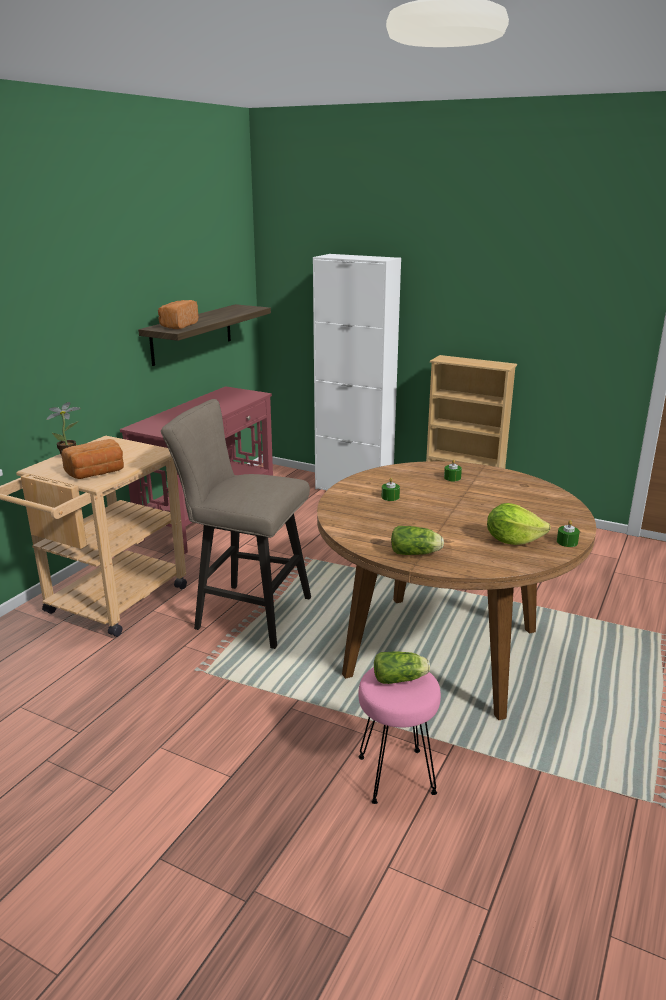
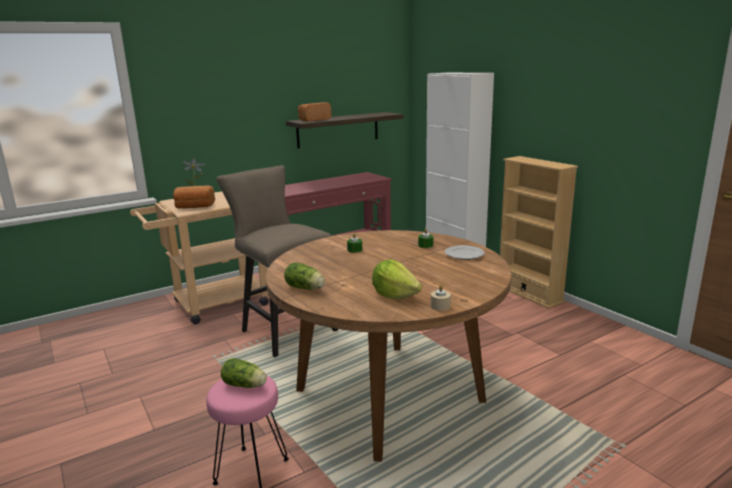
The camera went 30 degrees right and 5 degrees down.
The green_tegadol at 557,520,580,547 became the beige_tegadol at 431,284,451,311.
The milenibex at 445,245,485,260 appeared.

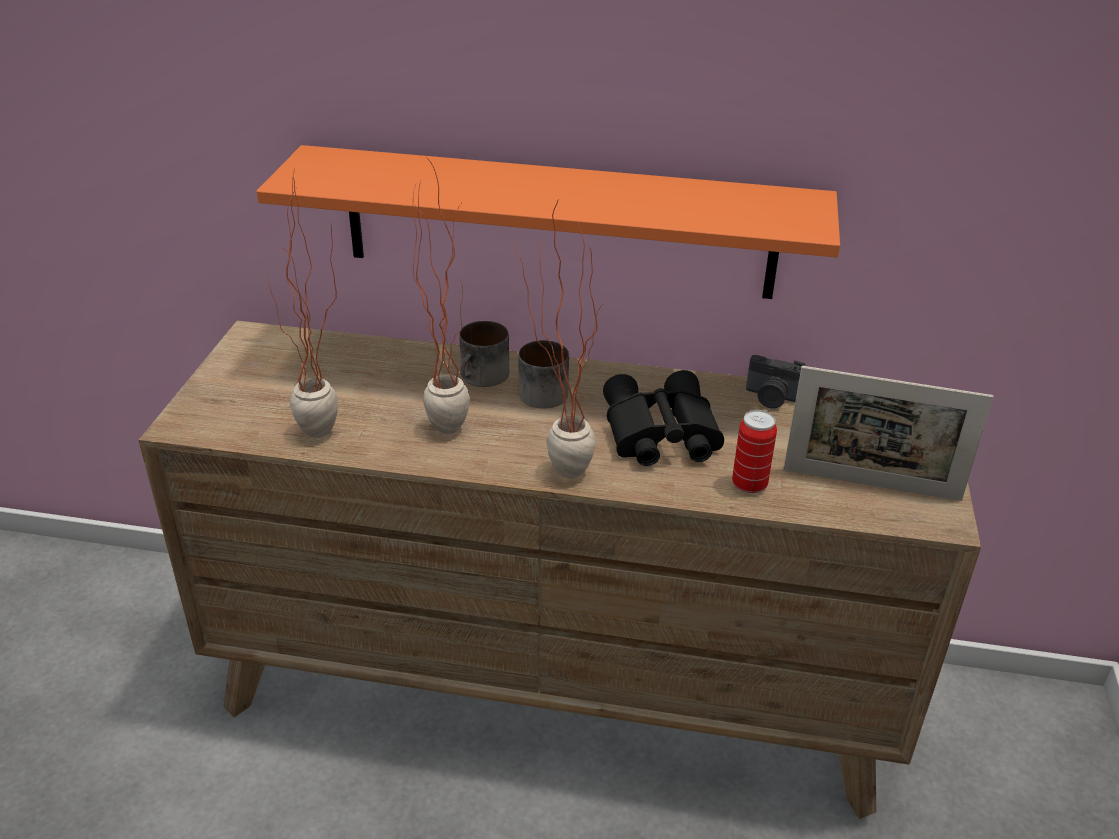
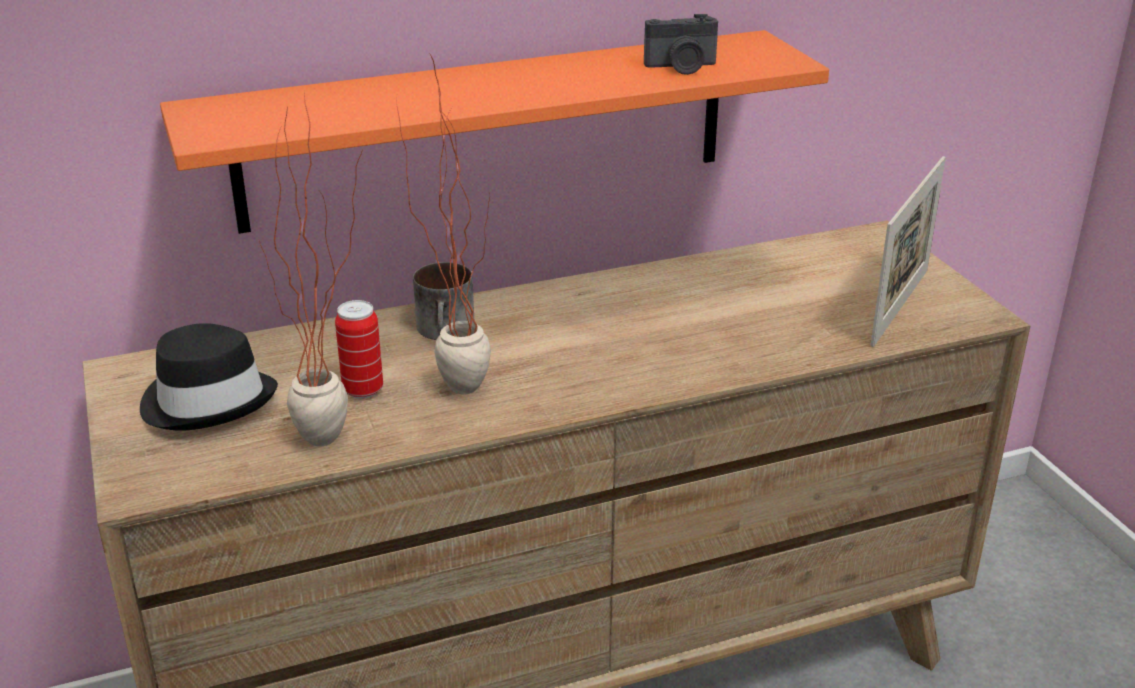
The camera went 30 degrees left and 5 degrees down.
The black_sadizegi at 140,323,278,431 appeared.
The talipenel moved from 732,410,777,494 to 335,300,383,399.
The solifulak moved from 746,355,806,409 to 644,14,718,75.
The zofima at 783,366,994,501 turned 45 degrees counterclockwise.
The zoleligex at 514,198,602,479 disappeared.
The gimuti at 518,340,569,409 disappeared.
The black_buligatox at 603,370,724,466 disappeared.

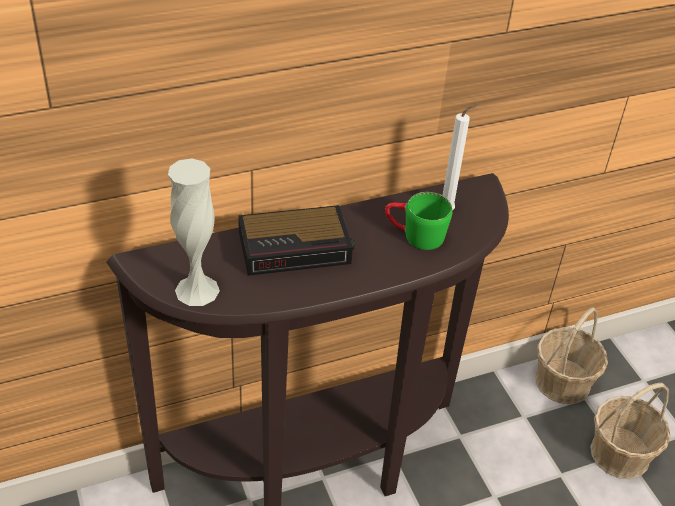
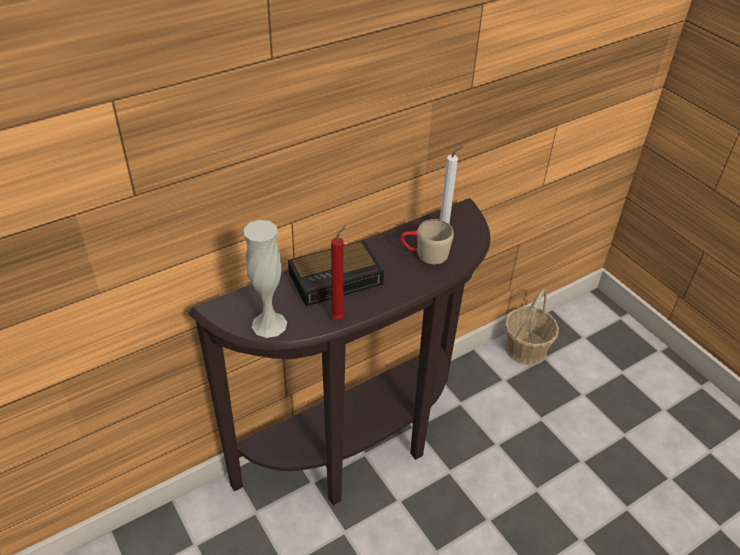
The camera went 10 degrees left and 0 degrees up.
The red_tegadol at 331,225,346,319 appeared.
The green_gimuti at 385,192,452,250 became the beige_gimuti at 400,219,454,265.
The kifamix at 590,383,671,479 disappeared.

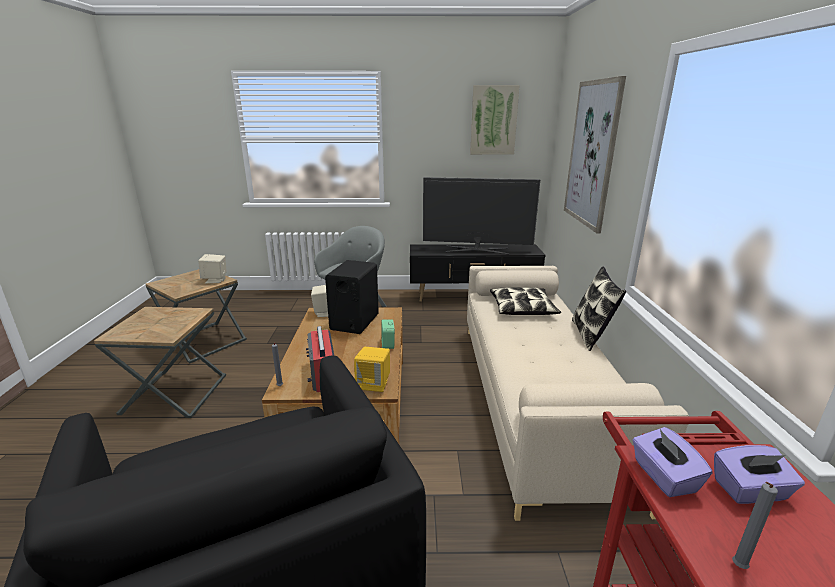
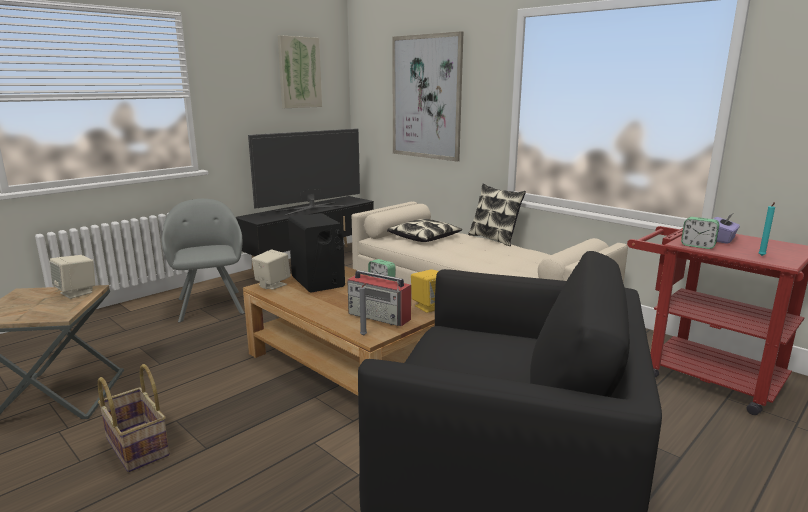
The camera went 45 degrees left and 5 degrees down.
The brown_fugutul at 94,307,226,418 was replaced by the kifamix at 98,364,170,472.
The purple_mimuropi at 632,427,712,497 was replaced by the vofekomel at 681,217,720,249.
The grey_tegadol at 732,482,778,569 became the turquoise_tegadol at 758,202,775,256.

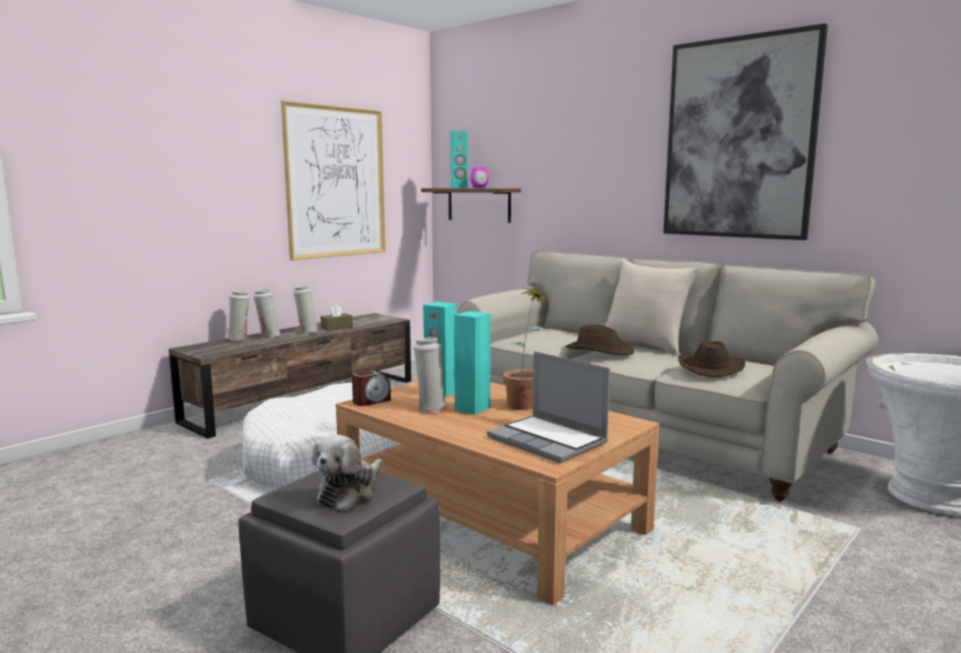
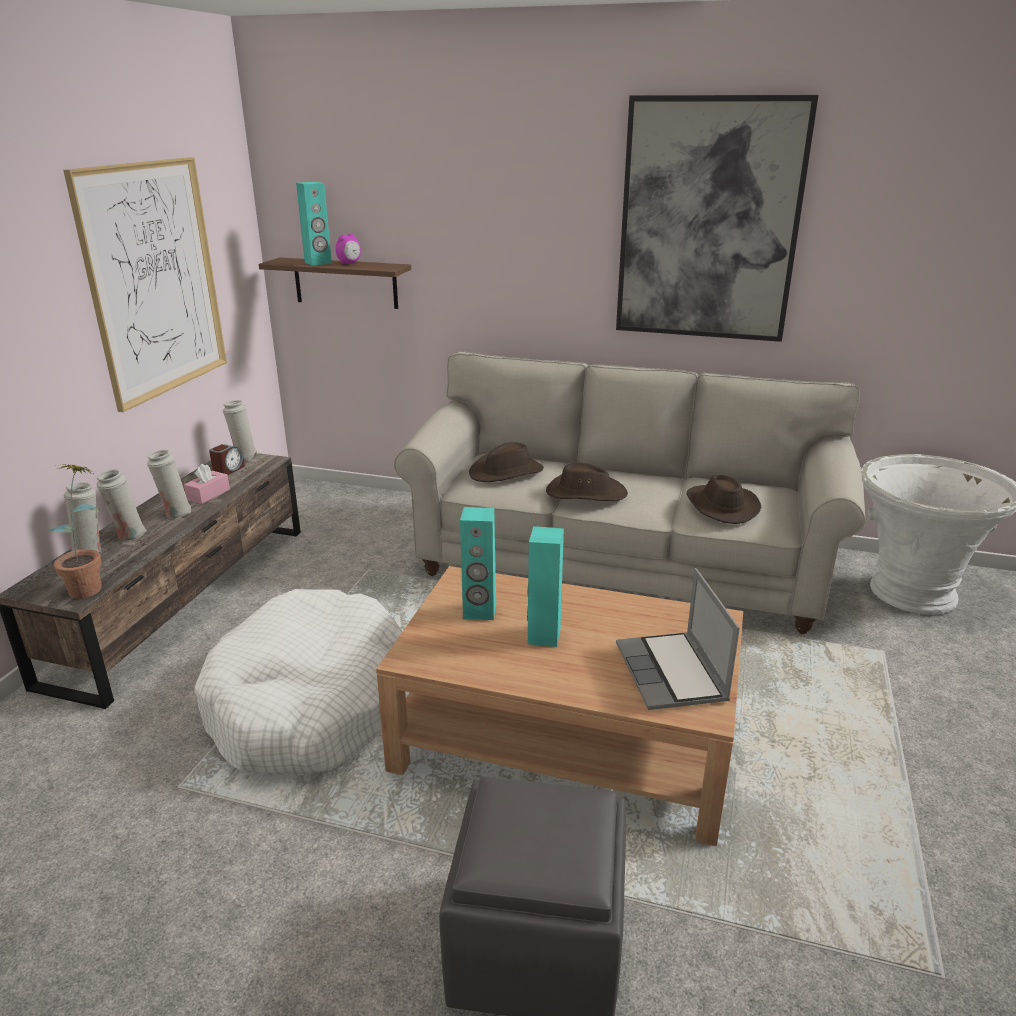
The camera went 25 degrees left and 15 degrees up.
The zoleligex moved from 503,287,551,410 to 48,464,102,599.
The brown_mimuropi at 321,304,353,331 became the pink_mimuropi at 184,464,230,504.
The vofekomel moved from 352,370,391,406 to 209,444,245,475.
The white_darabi moved from 413,337,447,413 to 223,400,257,460.
The brown_sadizegi at 469,442,544,482 appeared.
The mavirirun at 487,351,610,463 turned 60 degrees clockwise.
The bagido at 312,435,383,511 disappeared.
The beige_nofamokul at 605,259,700,356 disappeared.

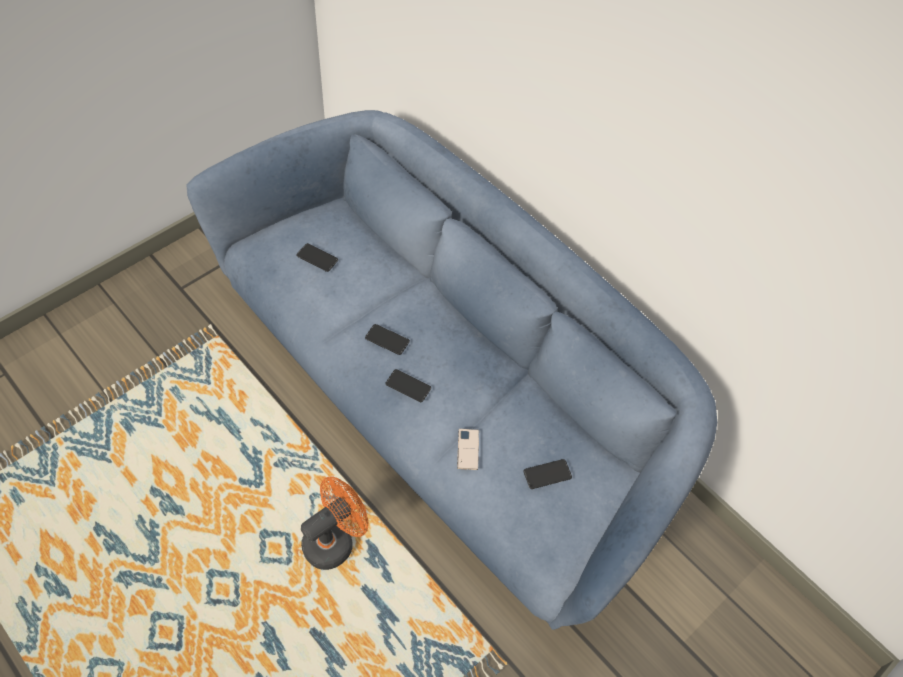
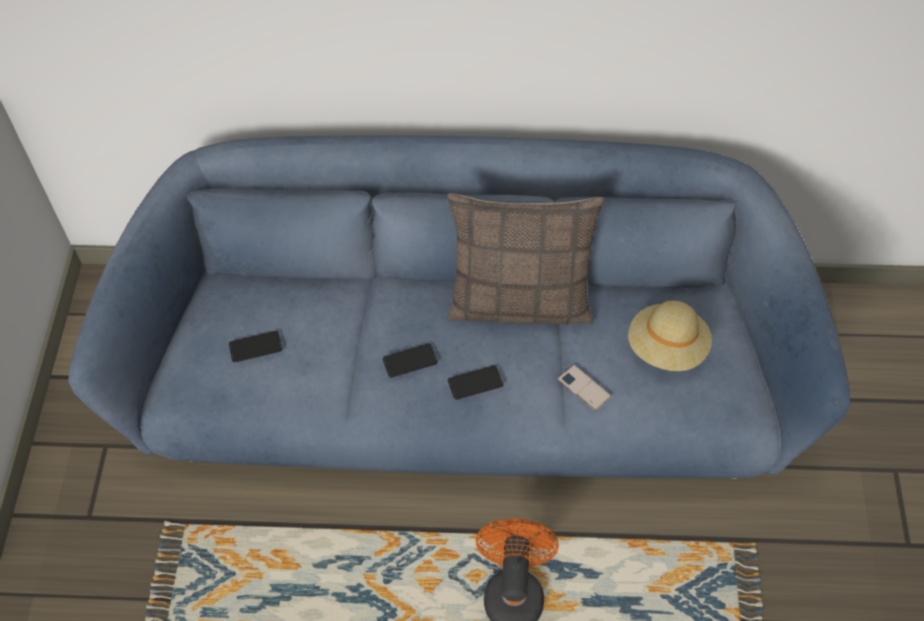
The camera went 40 degrees left and 0 degrees up.
The nofamokul at 447,193,604,325 appeared.
The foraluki at 523,459,572,489 was replaced by the beige_sadizegi at 628,301,712,371.

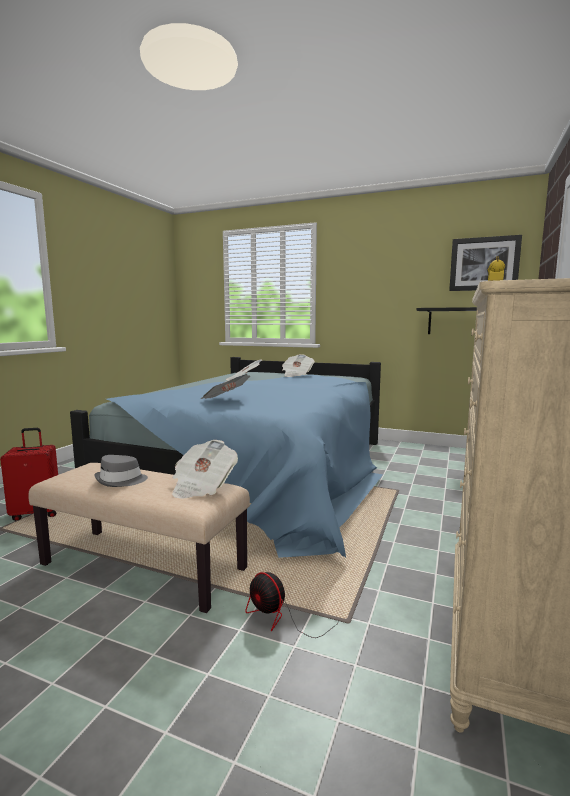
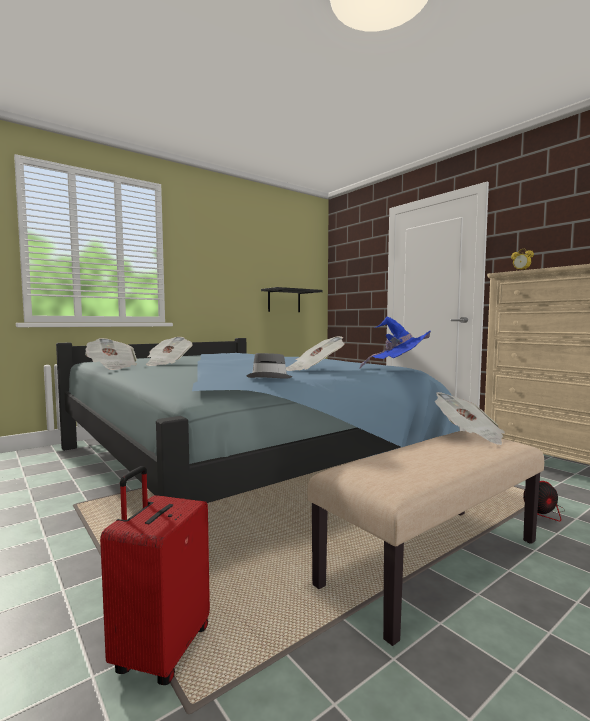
The camera went 60 degrees left and 5 degrees down.
The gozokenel moved from 282,354,315,377 to 85,338,137,370.
The grey_sadizegi moved from 94,455,148,487 to 247,353,292,379.
The blue_sadizegi at 359,316,431,369 appeared.
The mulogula at 449,235,522,291 disappeared.

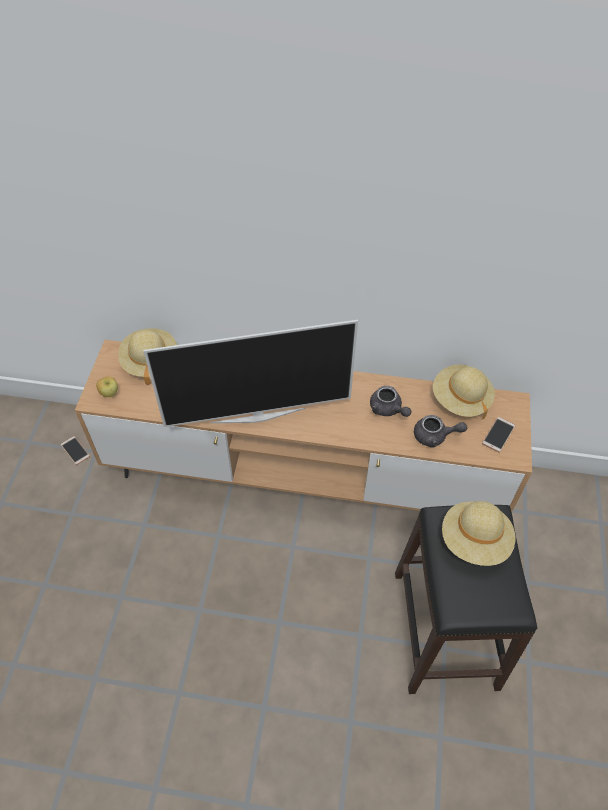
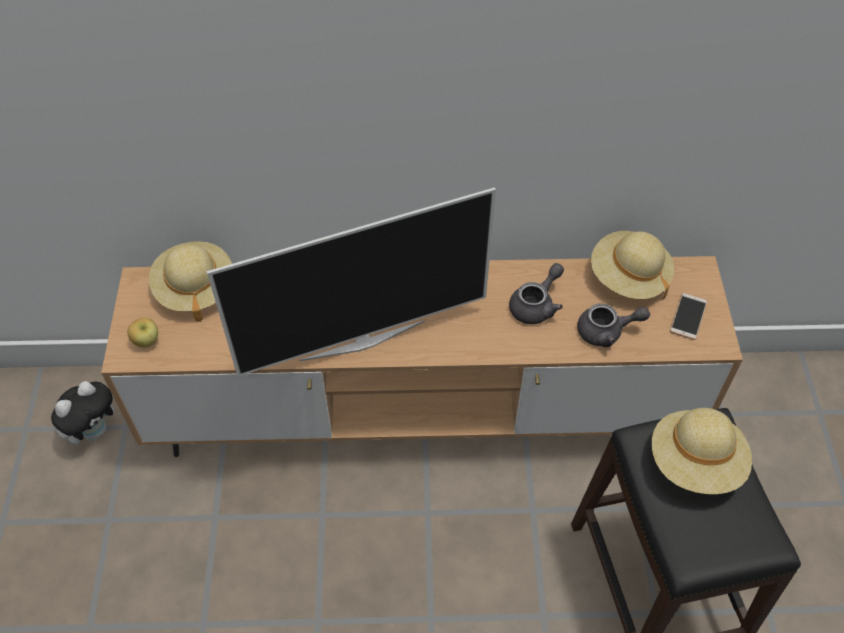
The camera went 10 degrees left and 0 degrees up.
The foraluki at 61,436,90,465 was replaced by the bagido at 51,381,114,445.
The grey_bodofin at 370,386,412,417 turned 90 degrees counterclockwise.

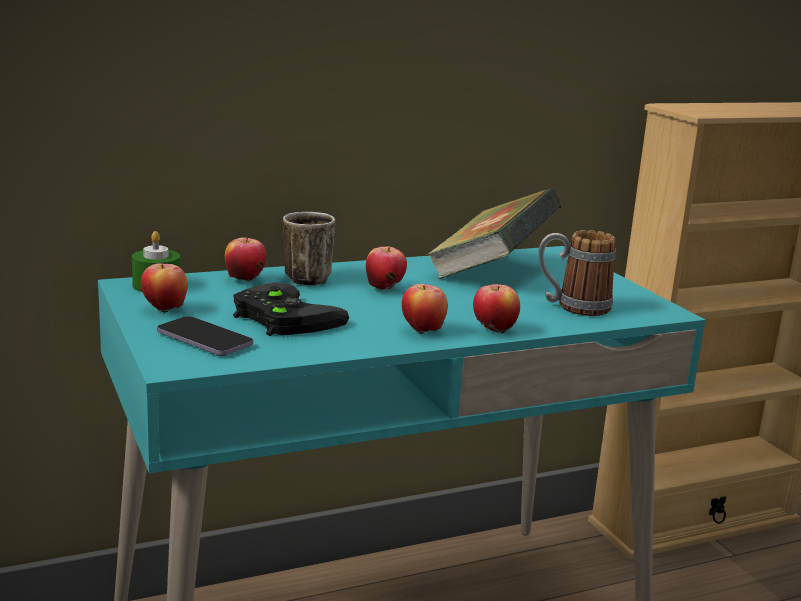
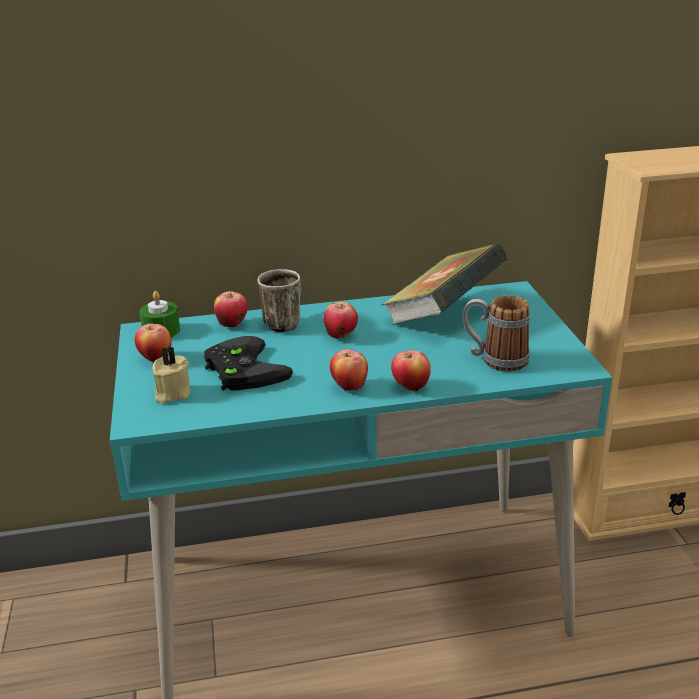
The camera went 15 degrees right and 10 degrees up.
The foraluki at 157,316,253,356 was replaced by the beige_tegadol at 153,346,190,404.

